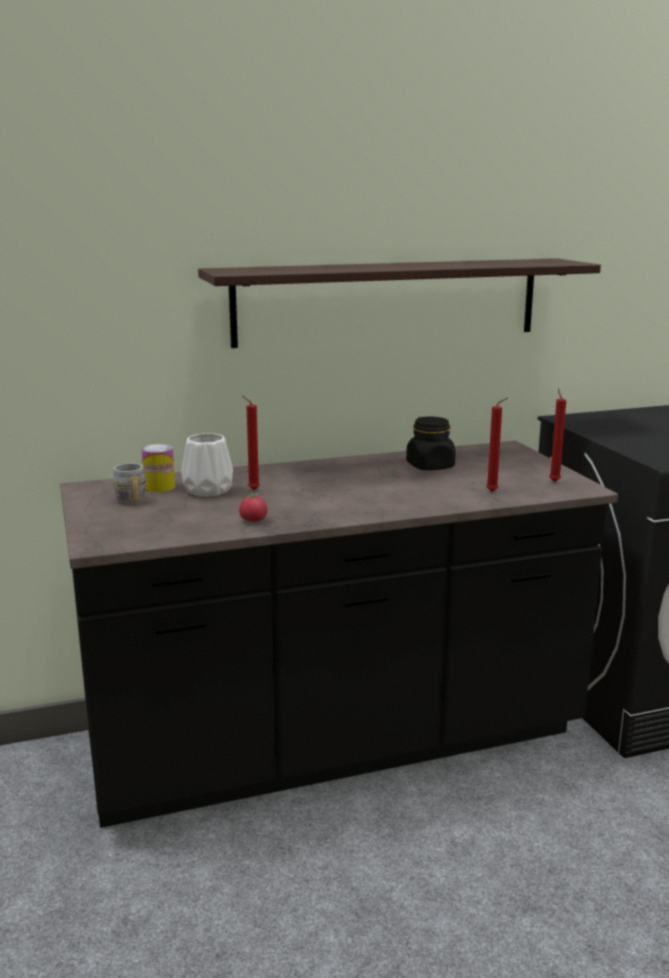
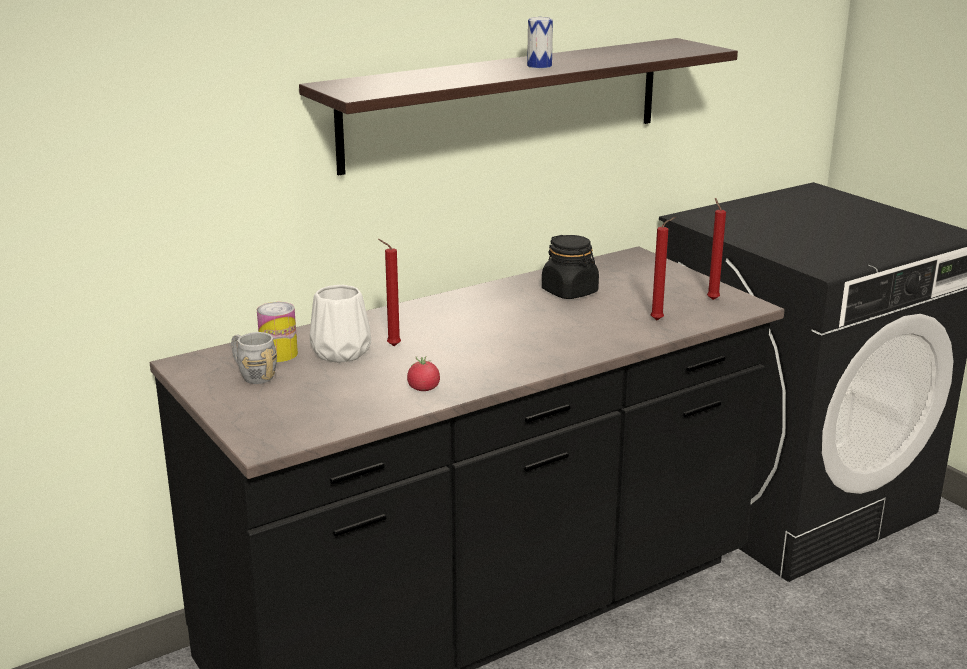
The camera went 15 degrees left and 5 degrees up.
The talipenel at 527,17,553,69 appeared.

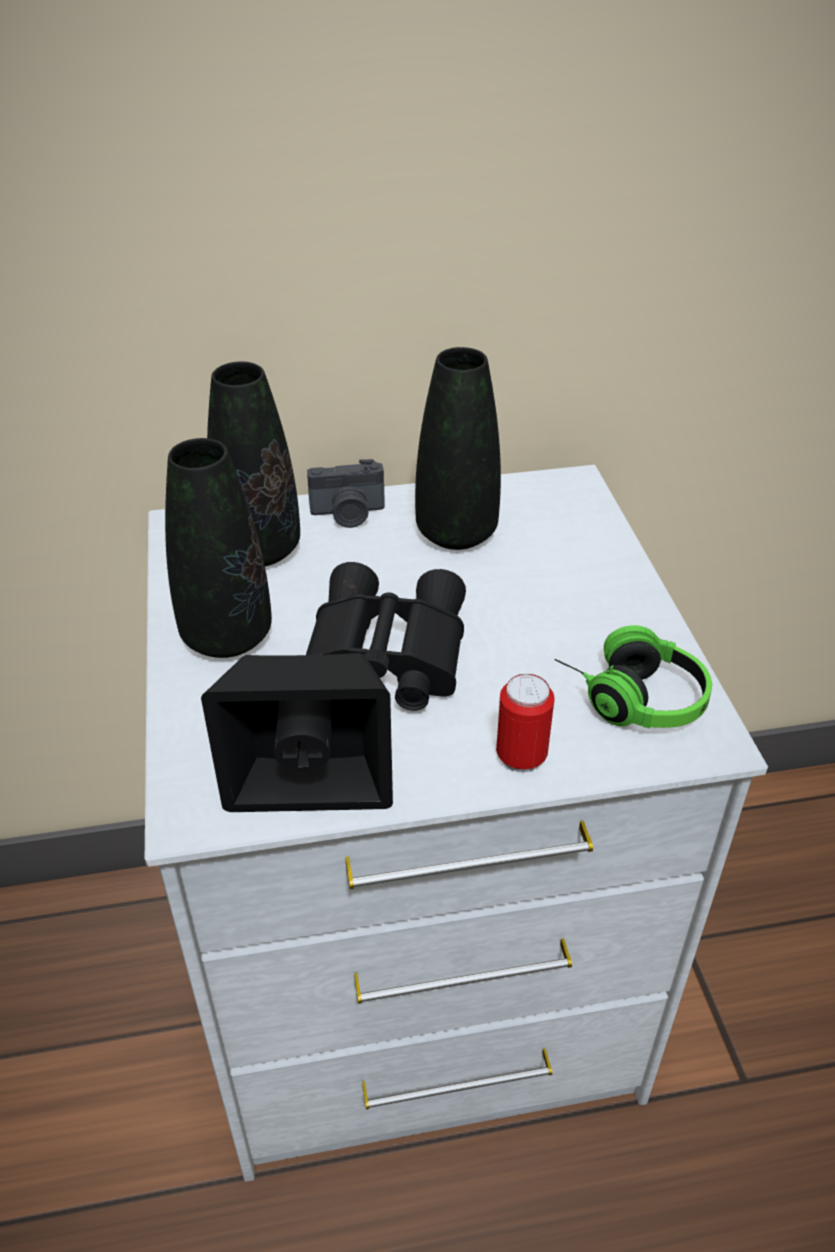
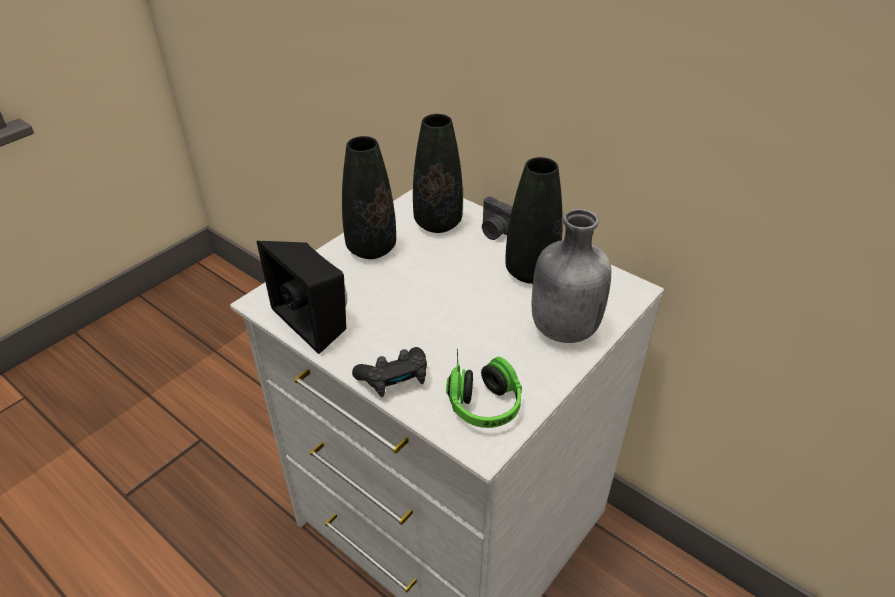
The camera went 50 degrees right and 0 degrees up.
The talipenel at 496,674,555,773 was replaced by the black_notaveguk at 352,347,427,397.
The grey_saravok at 532,209,611,343 appeared.
The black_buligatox at 306,562,466,711 disappeared.

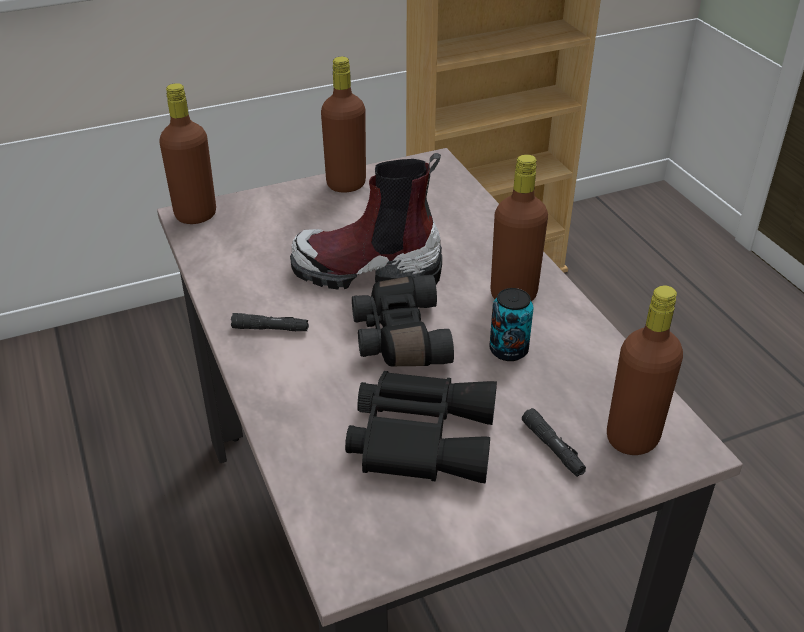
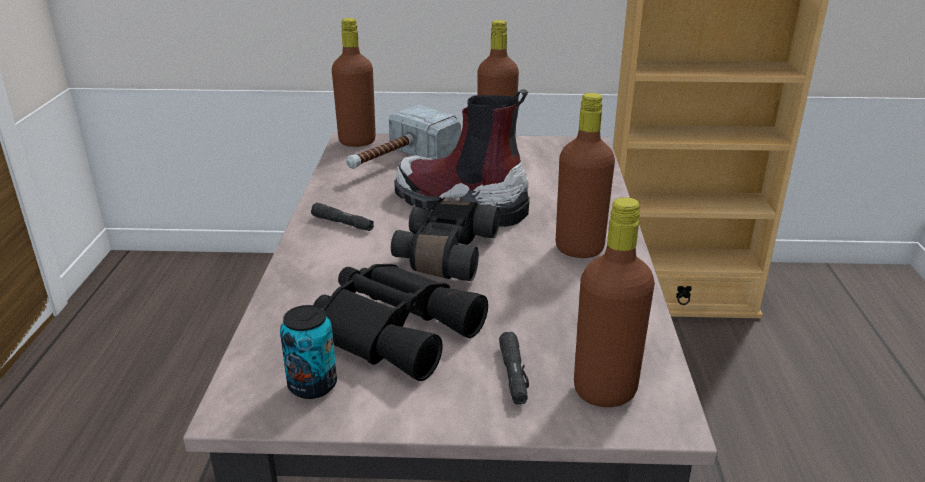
The camera went 25 degrees right and 10 degrees down.
The talipenel moved from 489,288,534,361 to 280,305,337,399.
The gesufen at 346,105,461,169 appeared.

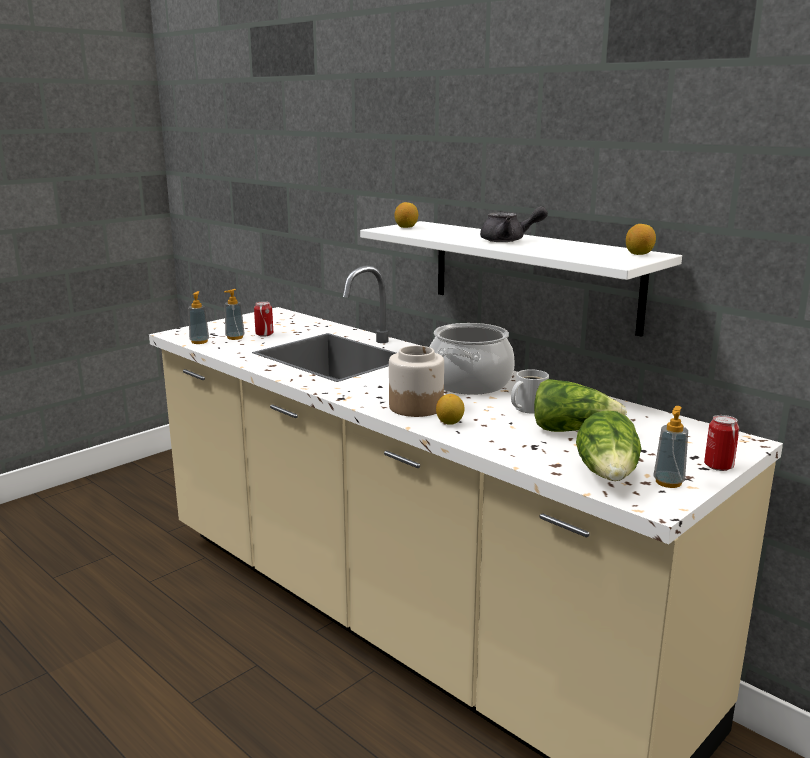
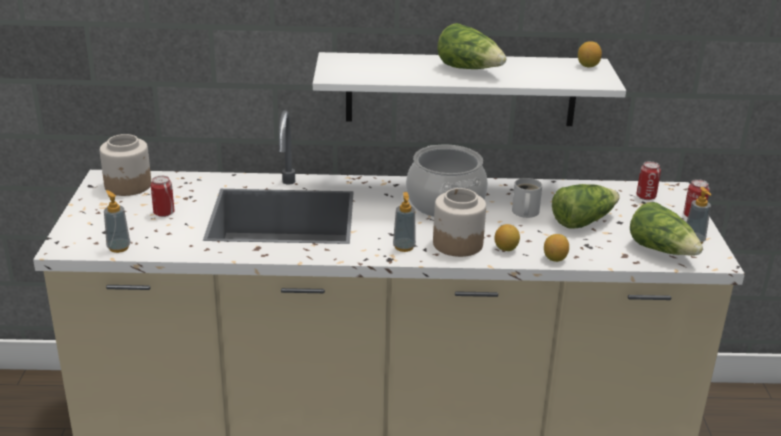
The camera went 45 degrees left and 10 degrees up.
The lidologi at 100,134,151,196 appeared.
The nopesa moved from 224,289,245,340 to 393,192,416,252.
The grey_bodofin at 480,206,548,242 was replaced by the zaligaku at 437,23,506,69.
The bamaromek moved from 395,202,418,228 to 544,234,569,262.
The talipenel at 636,161,661,200 appeared.

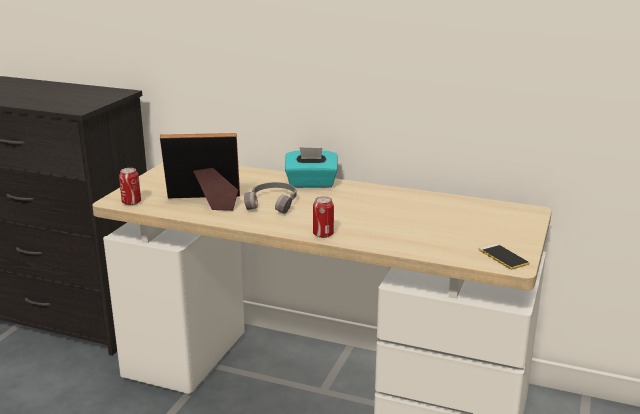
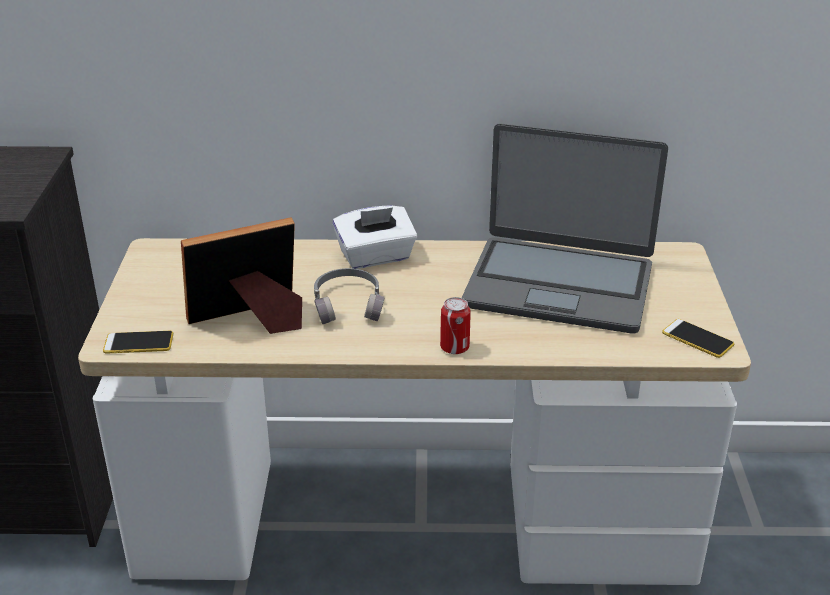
The camera went 20 degrees left and 10 degrees up.
The talipenel at 119,168,141,205 was replaced by the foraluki at 103,331,174,354.
The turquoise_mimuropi at 285,147,338,188 became the white_mimuropi at 333,205,417,269.
The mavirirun at 462,123,668,334 appeared.

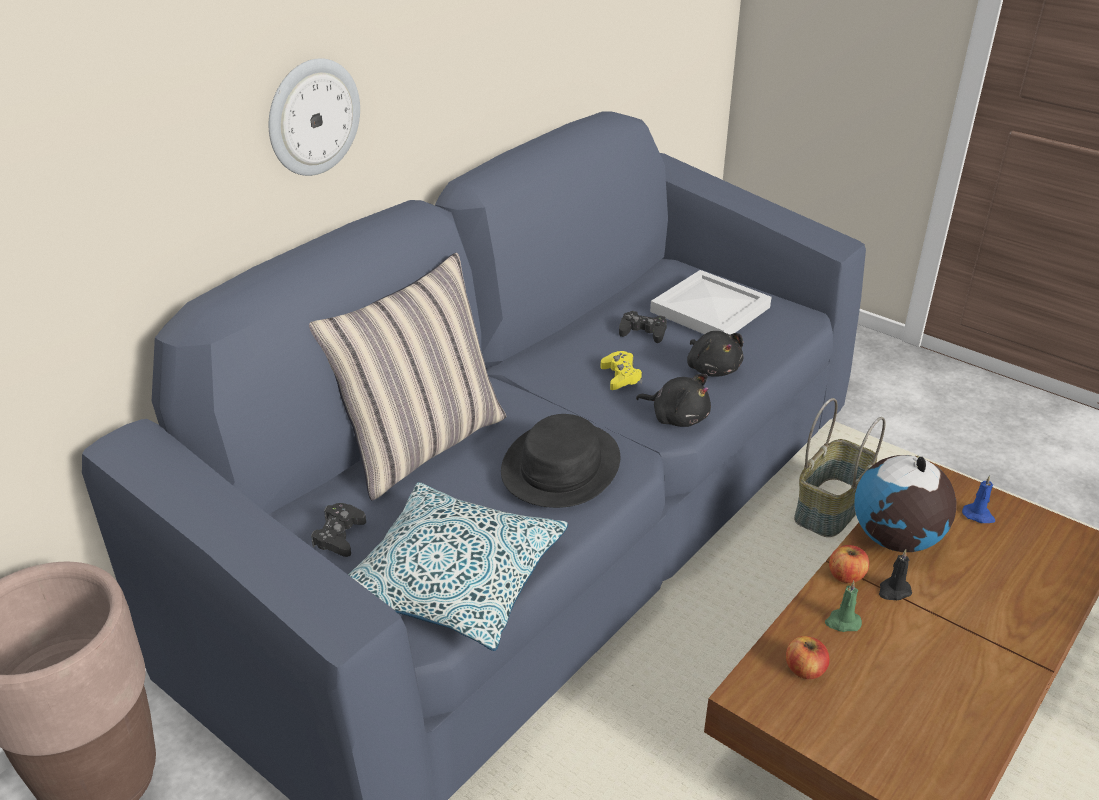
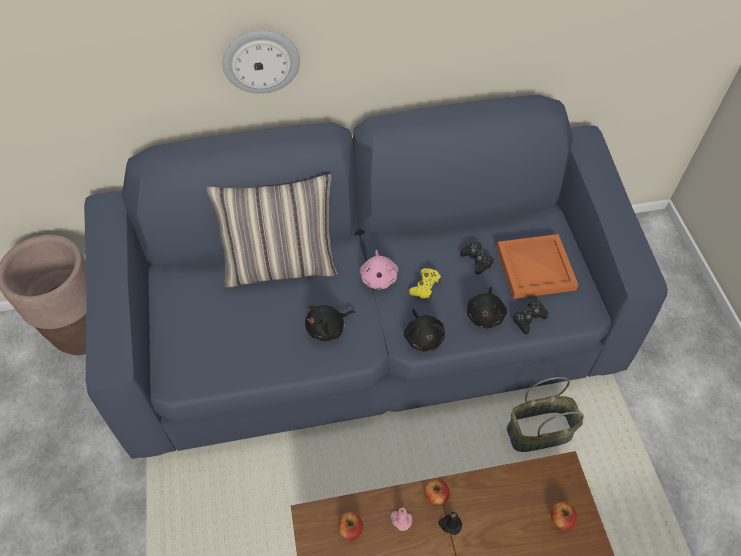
The camera went 40 degrees right and 20 degrees up.
The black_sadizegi at 501,414,620,508 was replaced by the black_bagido at 305,305,355,341.
The pink_bagido at 360,250,398,289 appeared.
The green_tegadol at 825,581,862,632 became the pink_tegadol at 391,508,412,531.
The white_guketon at 650,270,771,335 became the orange_guketon at 496,234,578,299.
The black_notaveguk moved from 311,503,366,557 to 512,299,548,334.
The blue_tegadol at 962,475,995,523 was replaced by the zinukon at 551,502,577,530.
The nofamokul at 348,482,568,651 disappeared.
The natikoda at 854,455,956,552 disappeared.

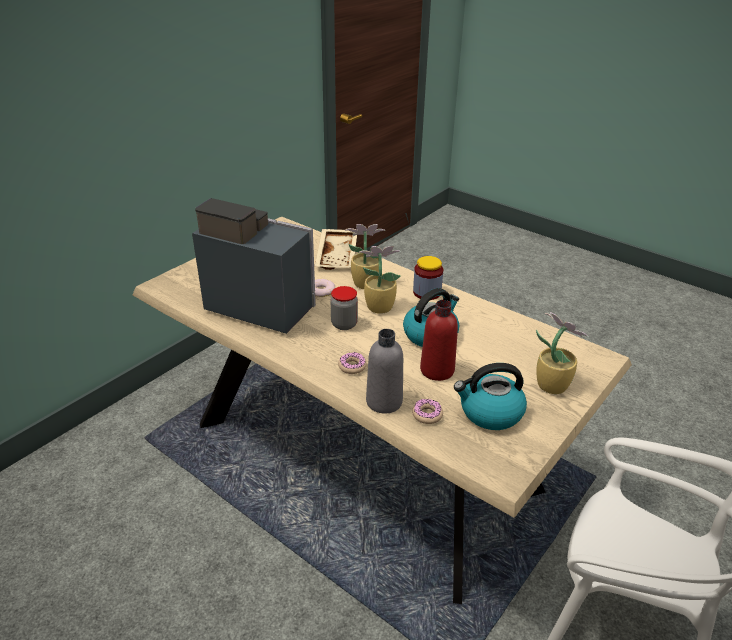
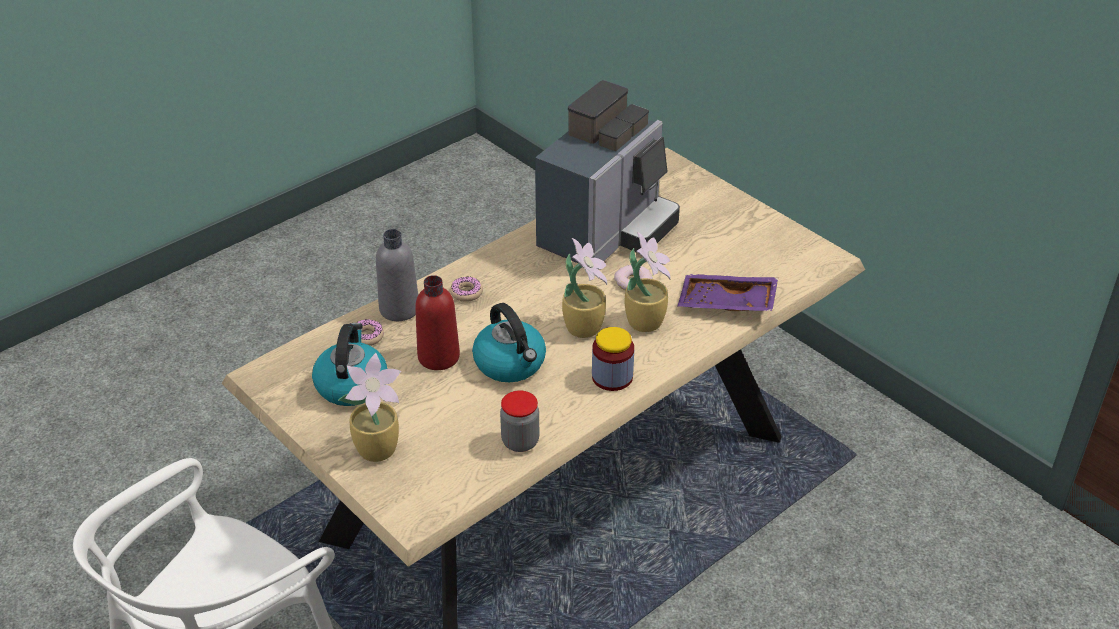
The camera went 100 degrees right and 5 degrees up.
The lidologi moved from 331,286,358,330 to 500,390,539,452.
The beige_guketon at 315,229,357,270 became the purple_guketon at 678,274,778,311.

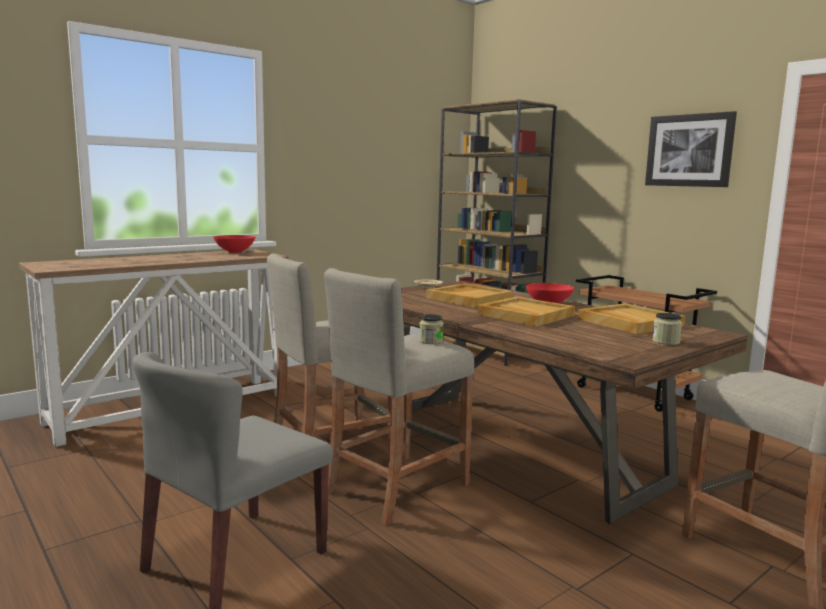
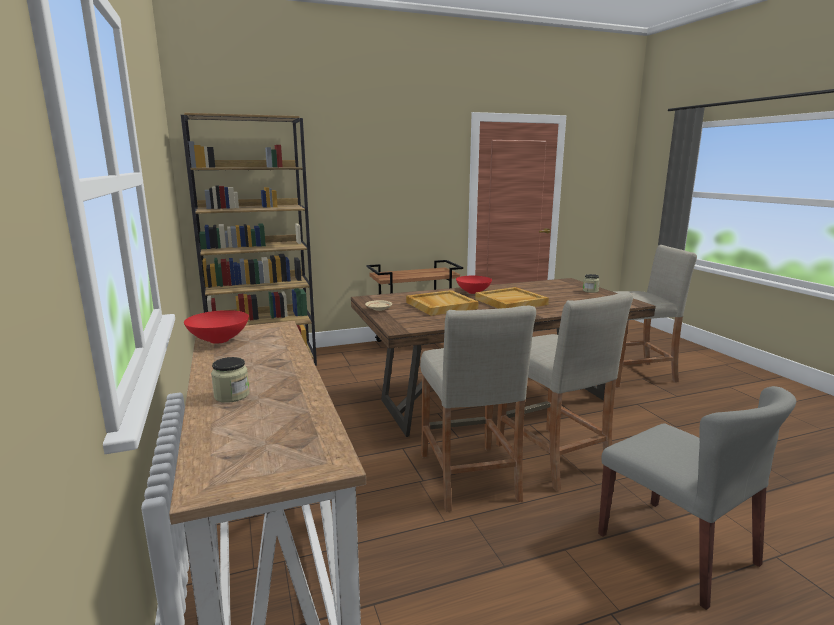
The camera went 70 degrees left and 5 degrees up.
The lidologi moved from 419,314,444,344 to 211,357,250,403.
The beige_guketon at 578,303,685,334 disappeared.
The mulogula at 645,111,737,187 disappeared.

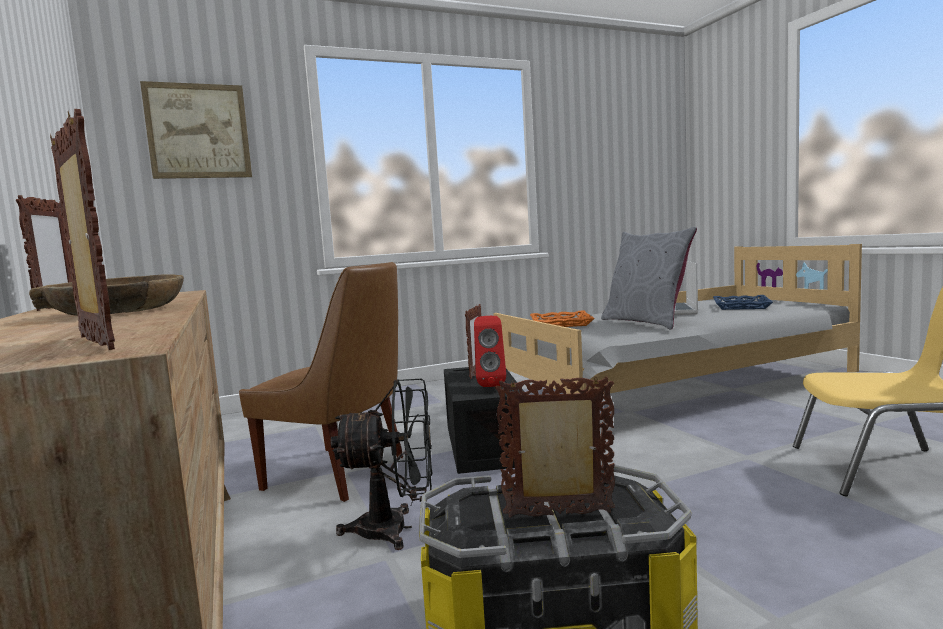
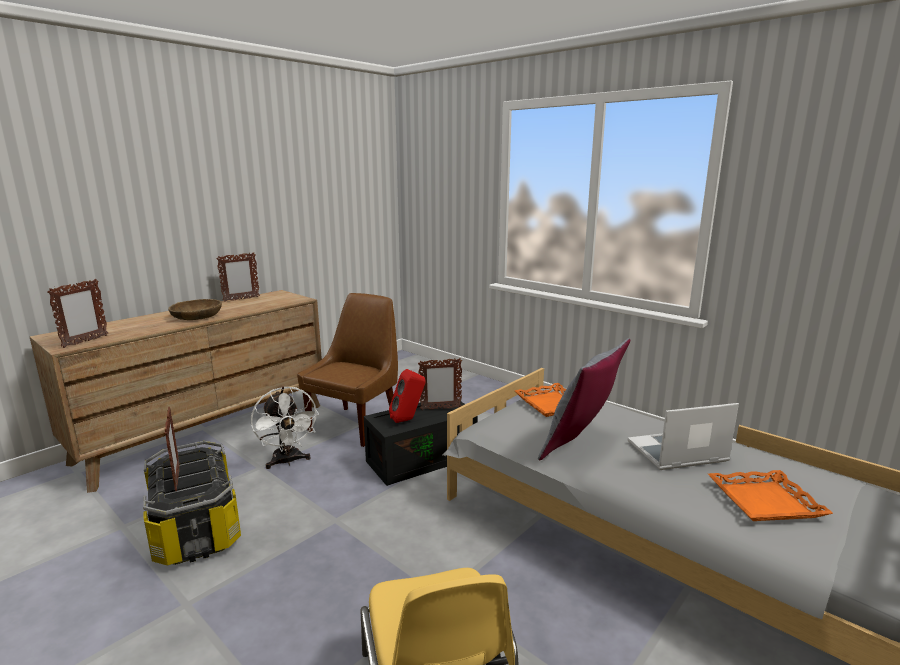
The camera went 65 degrees right and 10 degrees up.
The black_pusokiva at 331,378,432,550 became the white_pusokiva at 251,386,319,469.
The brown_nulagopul at 239,262,403,502 turned 150 degrees counterclockwise.
The blue_guketon at 713,295,773,310 became the orange_guketon at 708,470,833,521.
The mulogula at 140,81,252,179 disappeared.

